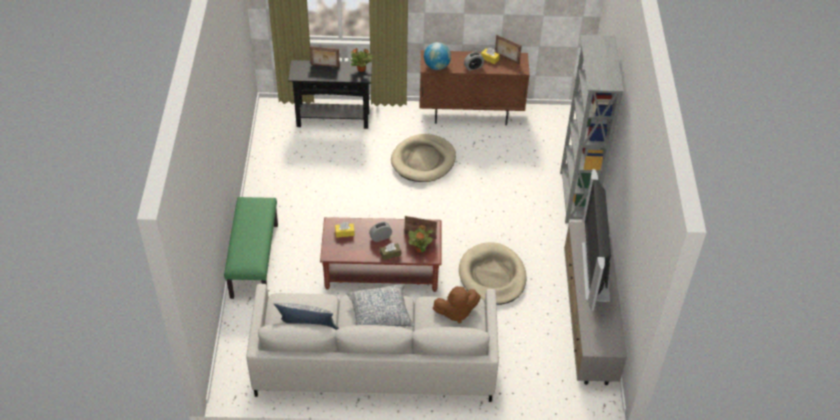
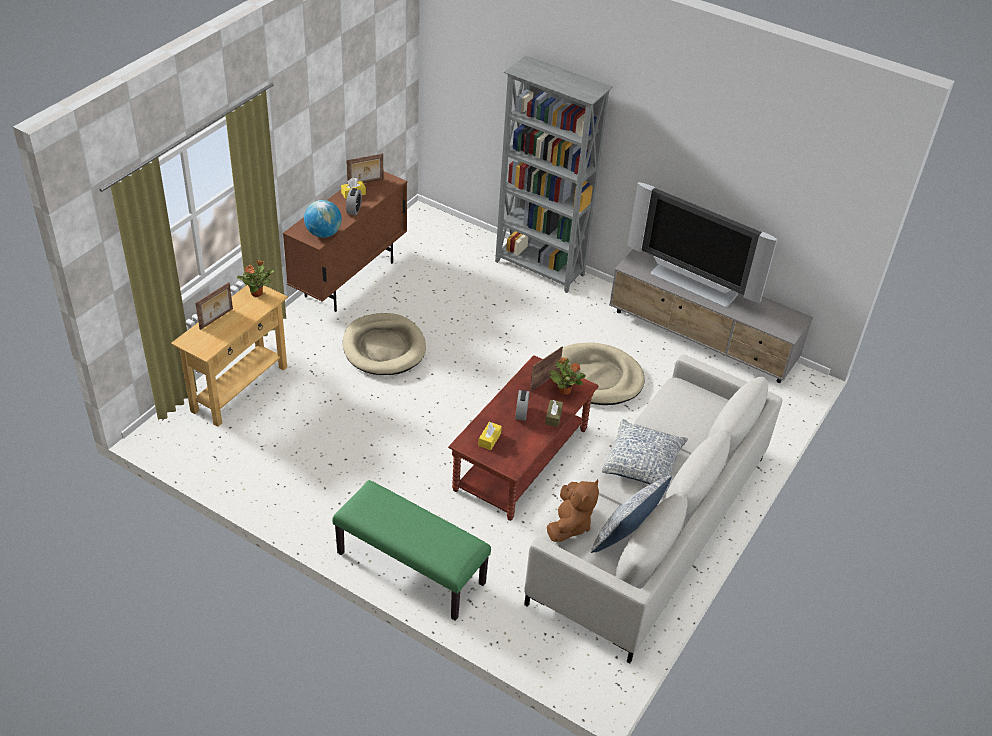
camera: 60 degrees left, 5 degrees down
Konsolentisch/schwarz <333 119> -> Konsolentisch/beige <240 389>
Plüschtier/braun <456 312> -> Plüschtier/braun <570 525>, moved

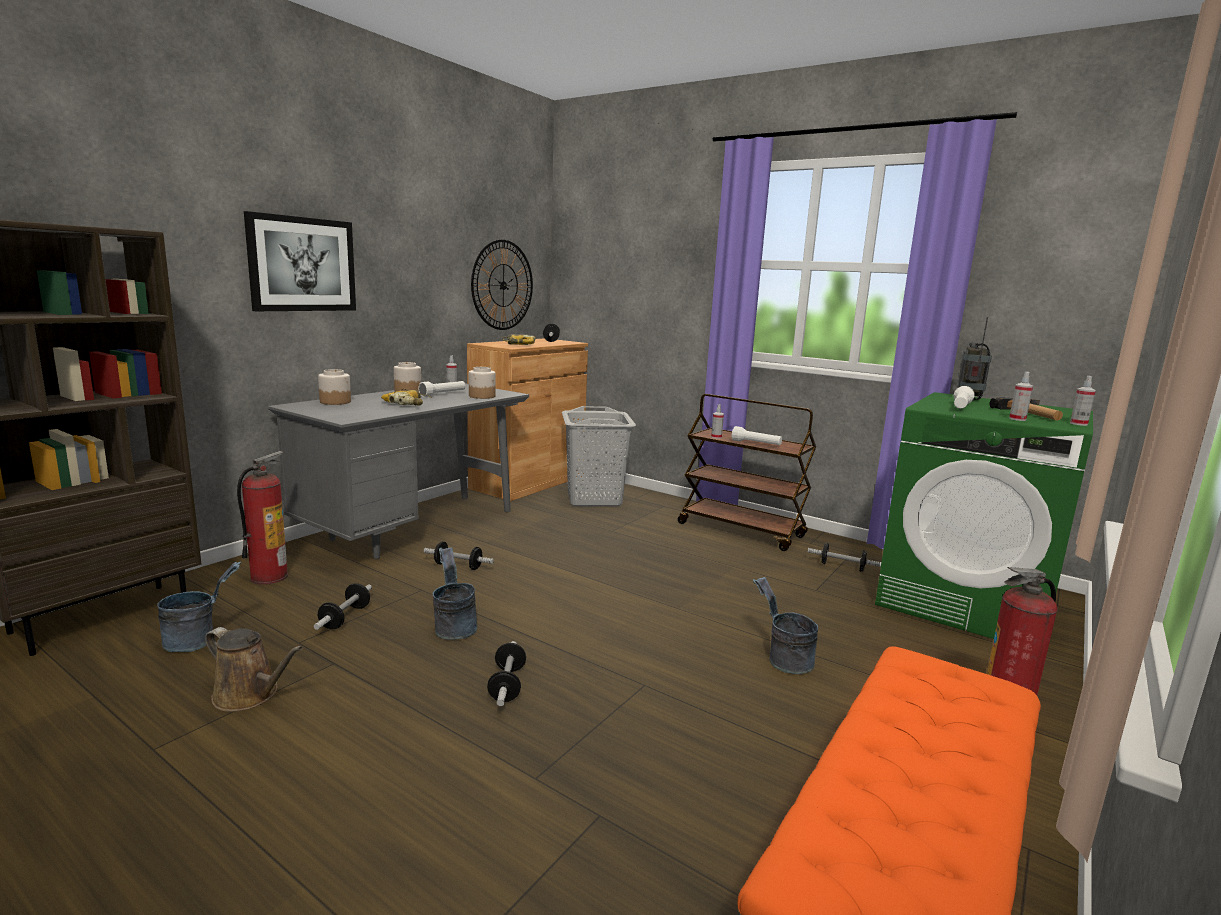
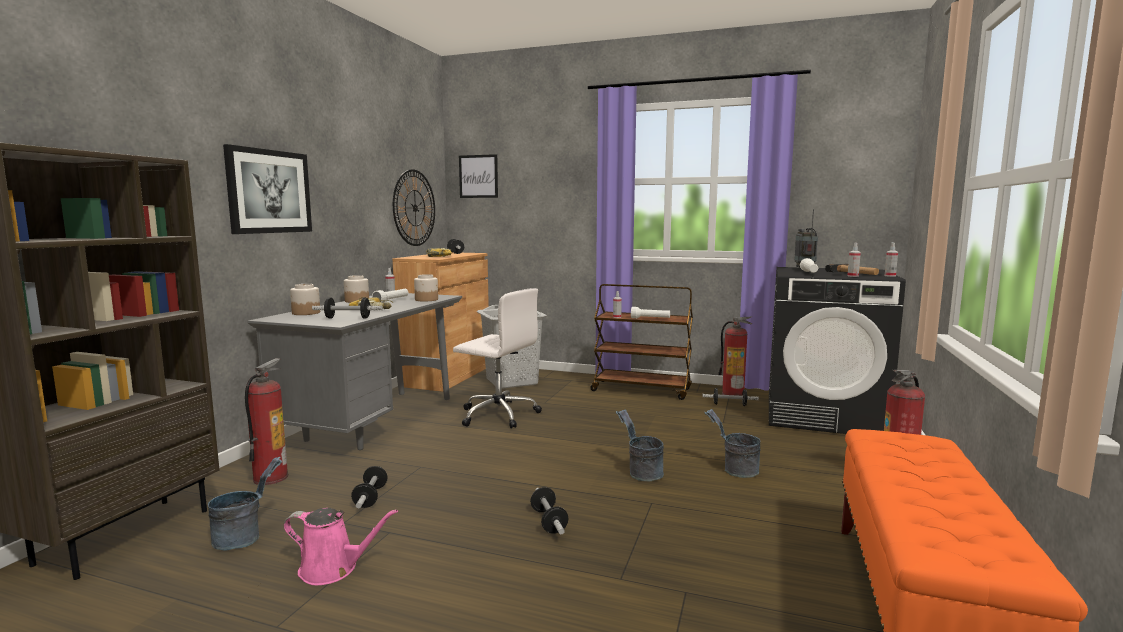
camera: 15 degrees left, 5 degrees down
Waschmaschine/grün <965 602> -> Waschmaschine/schwarz <824 415>
Hantel <458 566> -> Hantel <348 318>, moved
Eimer/grau <454 626> -> Eimer/grau <641 472>, moved
Gießkanne/braun <250 695> -> Gießkanne/rosa <333 569>
none -> Bild <478 176>
none -> Bürostuhl/weiß <497 414>
none -> Feuerlöscher <733 394>

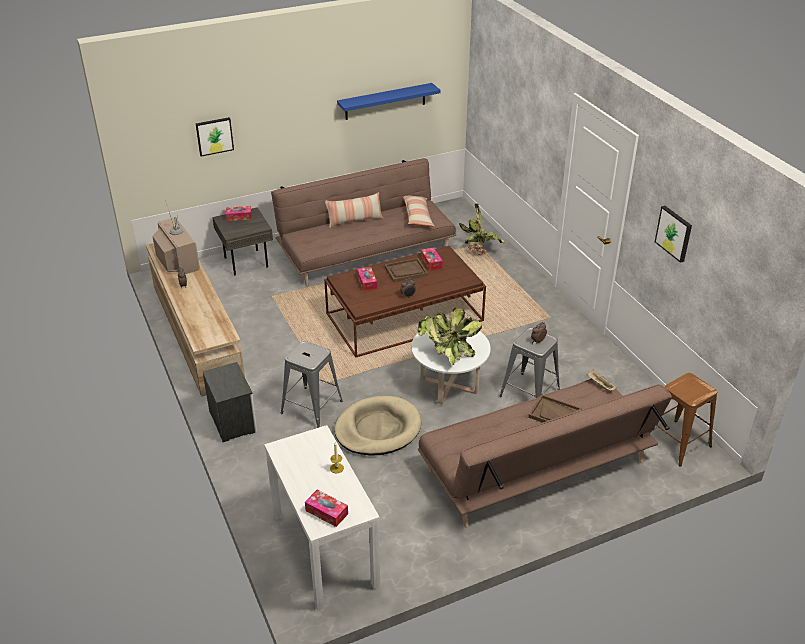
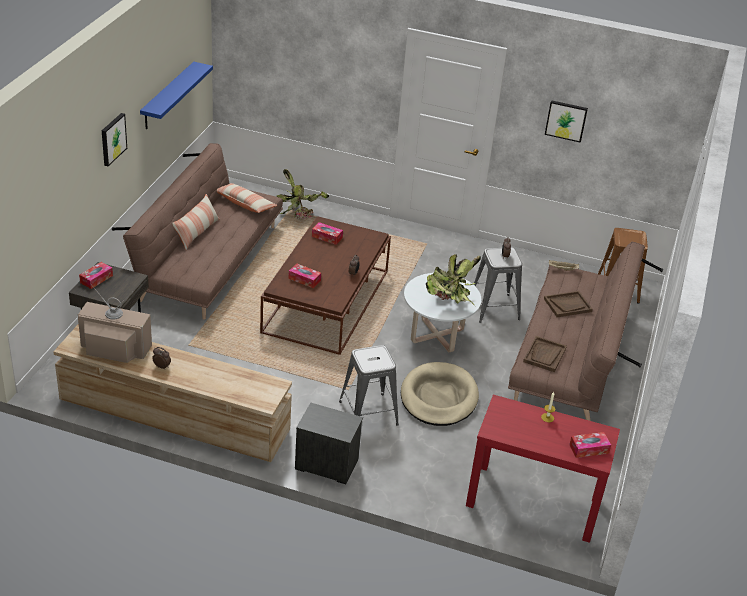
camera: 50 degrees left, 0 degrees up
Bild <214 136> -> Bild <112 139>, moved
Tablett/braun <405 271> -> Tablett/braun <544 355>, moved
Konsolentisch/weiß <324 548> -> Konsolentisch/rot <532 502>

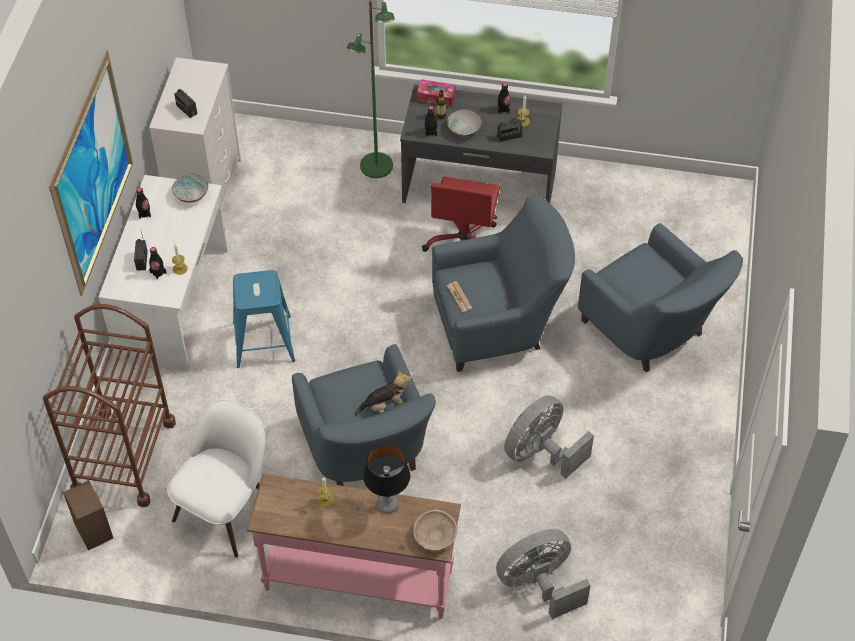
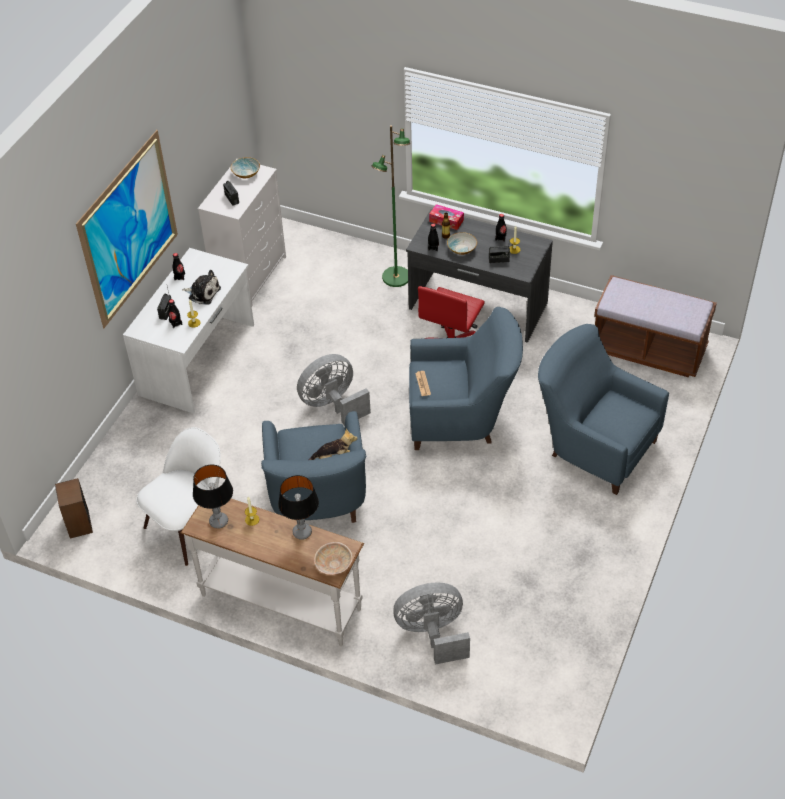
camera: 15 degrees right, 5 degrees down
Schüssel <191 194> -> Schüssel <246 173>, moved
Sessel/blau <652 333> -> Sessel/blau <593 446>, 150 degrees clockwise
Hocker/blau <263 341> -> none
Rollwagen/braun <124 457> -> none
Ventilator/grau <541 453> -> Ventilator/grau <333 405>, moved
Konsolentisch/rosa <359 578> -> Konsolentisch/weiß <281 601>
none -> Plüschtier <203 293>
none -> Bank/braun <648 350>
none -> Tischlampe <219 521>

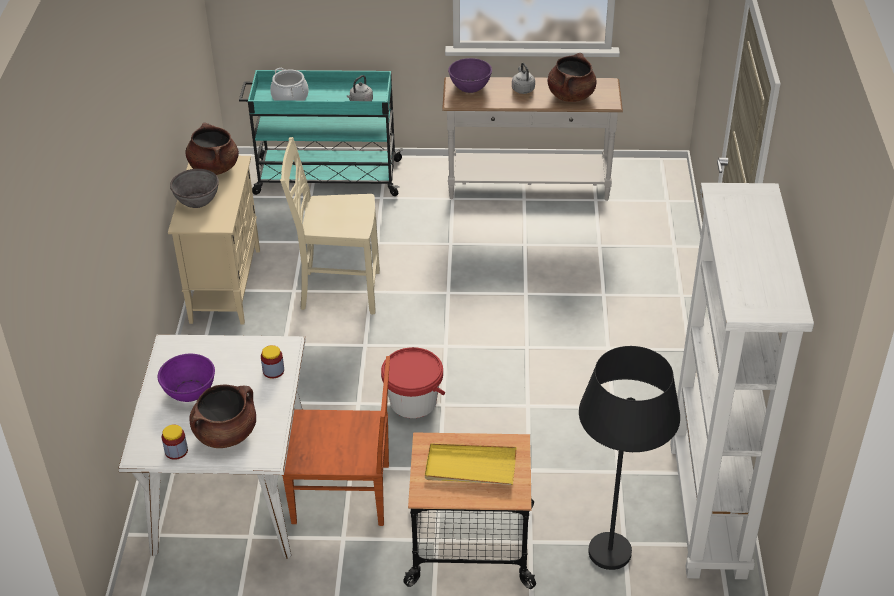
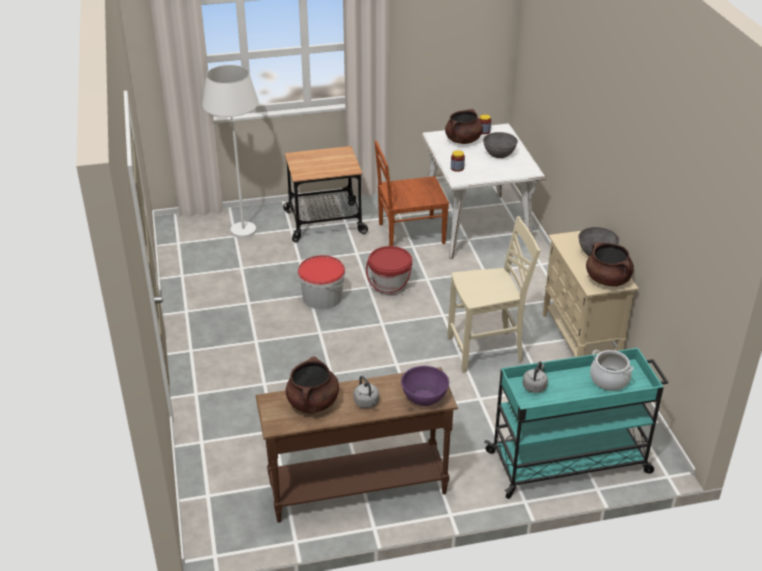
camera: 165 degrees right, 5 degrees down
Konsolentisch/weiß <528 186> -> Konsolentisch/braun <357 487>
Bücherregal/weiß <708 509> -> none
Stehlampe/schwarz <611 572> -> Stehlampe/weiß <241 223>
Schüssel/lila <189 391> -> Schüssel/grau <499 154>
Tablett/gelb <470 467> -> none
none -> Eimer <322 297>

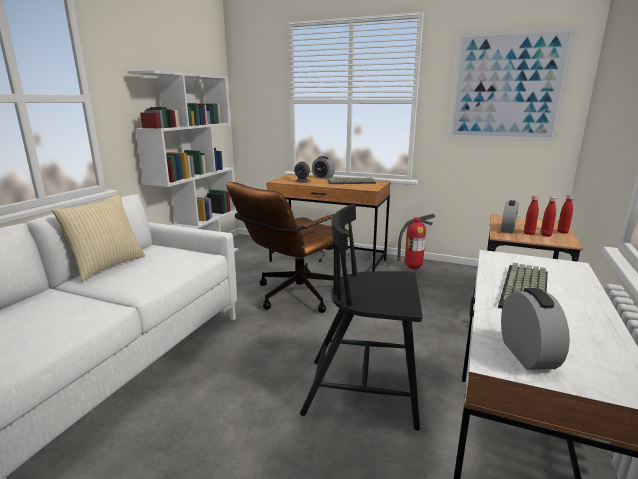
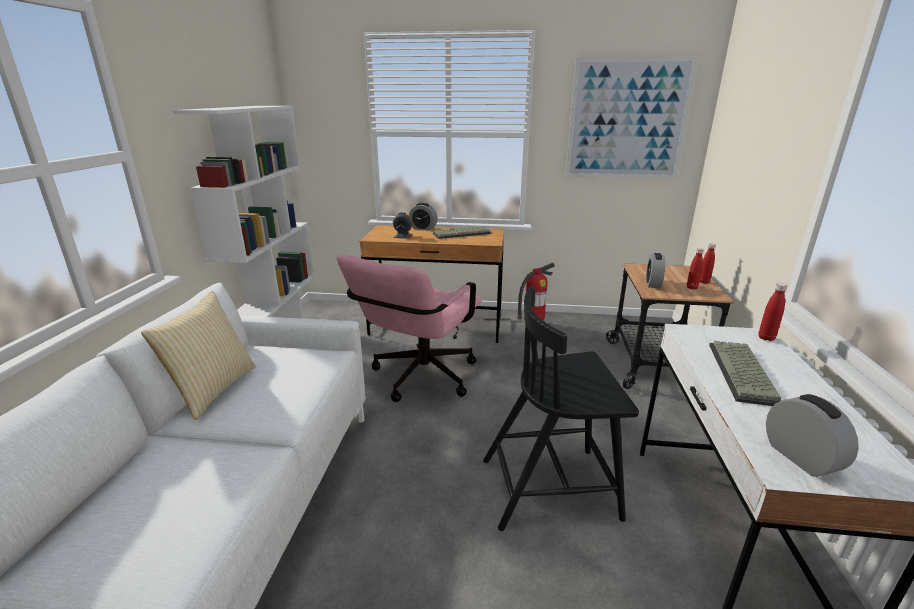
camera: 15 degrees left, 5 degrees up
Bürostuhl/braun <293 296> -> Bürostuhl/rosa <418 379>
Flasche/rot <529 233> -> Flasche/rot <766 338>, moved

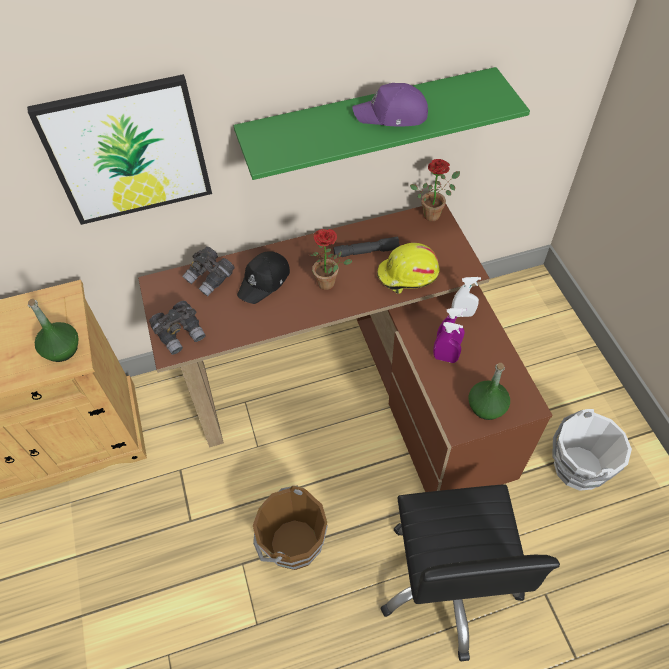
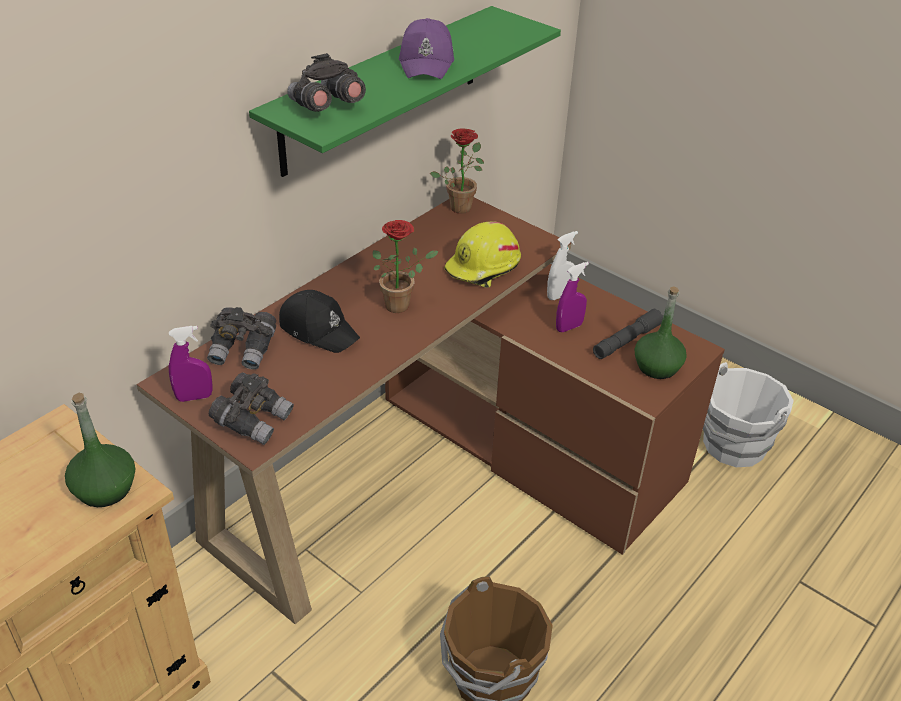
camera: 35 degrees left, 15 degrees down
Bild <128 151> -> none
Kappe/lila <392 115> -> Kappe/lila <427 62>, 60 degrees counterclockwise
Taschenlampe/grau <366 252> -> Taschenlampe/grau <627 340>, moved
Kappe/schwarz <264 281> -> Kappe/schwarz <319 329>, 60 degrees counterclockwise
Sprühflasche/lila <445 358> -> Sprühflasche/lila <194 397>, moved
Bürostuhl/schwarz <449 581> -> none
none -> Fernglas/grau <325 107>

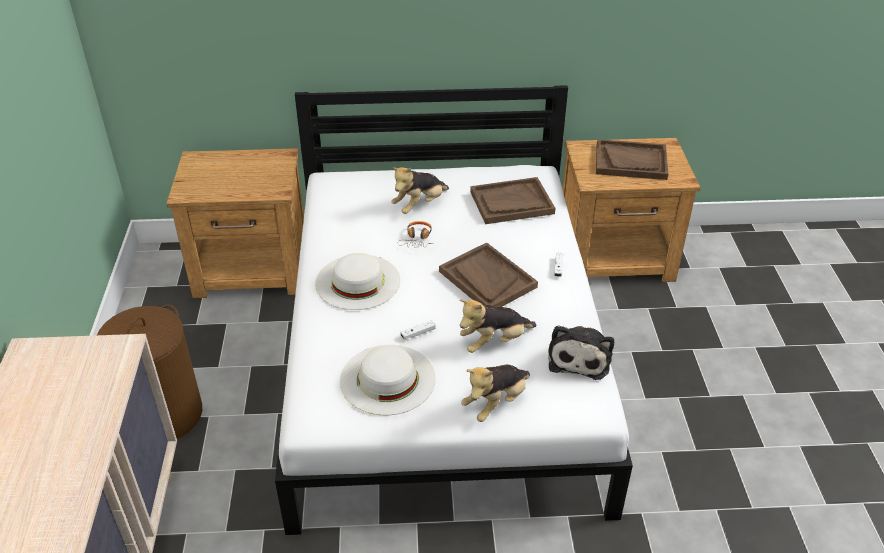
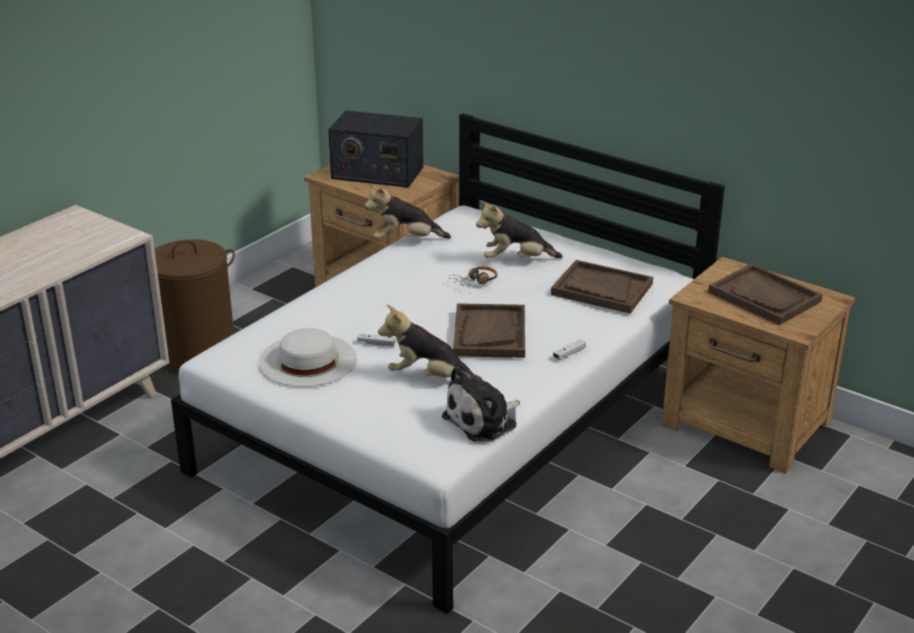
camera: 40 degrees right, 10 degrees down
Hut/weiß <358 281> -> none
Plüschtier <496 403> -> Plüschtier <405 240>, moved
none -> Radio <377 173>

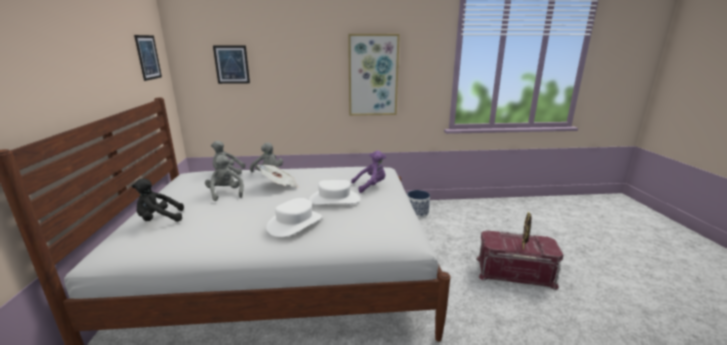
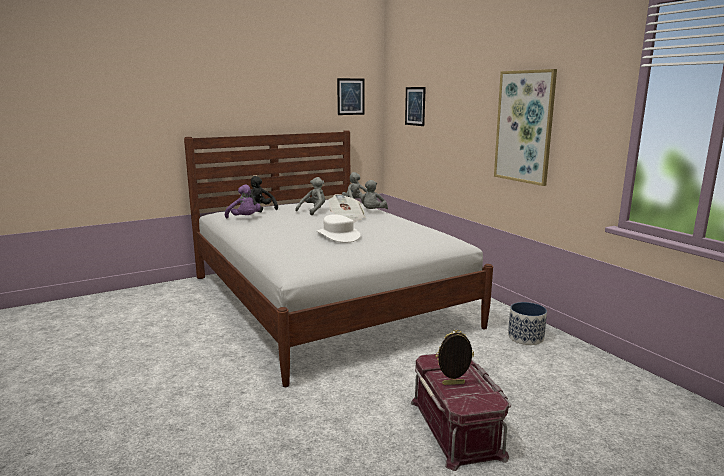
camera: 65 degrees right, 5 degrees down
Plüschtier/lila <371 186> -> Plüschtier/lila <244 219>, moved
Hut/weiß <294 223> -> none

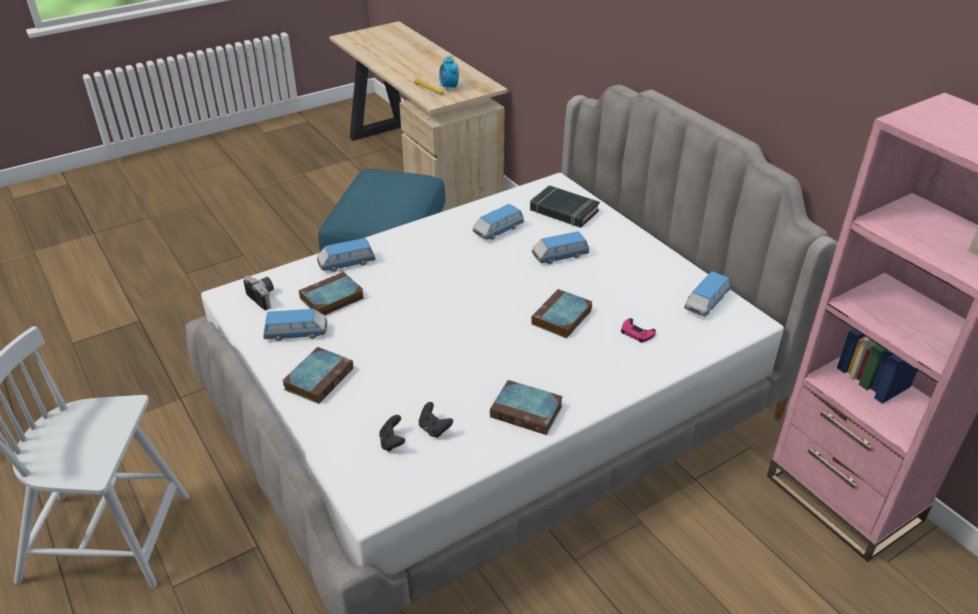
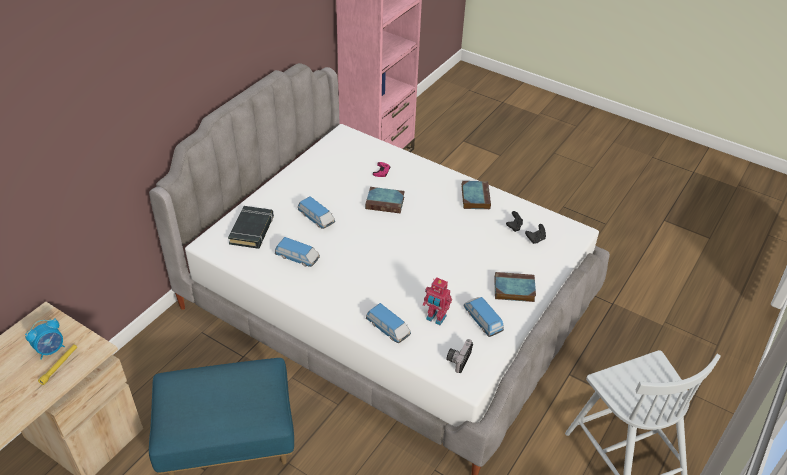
camera: 115 degrees left, 5 degrees up
Spielzeugauto <706 303> -> none
Buch <331 299> -> Spielzeugroboter <435 318>

